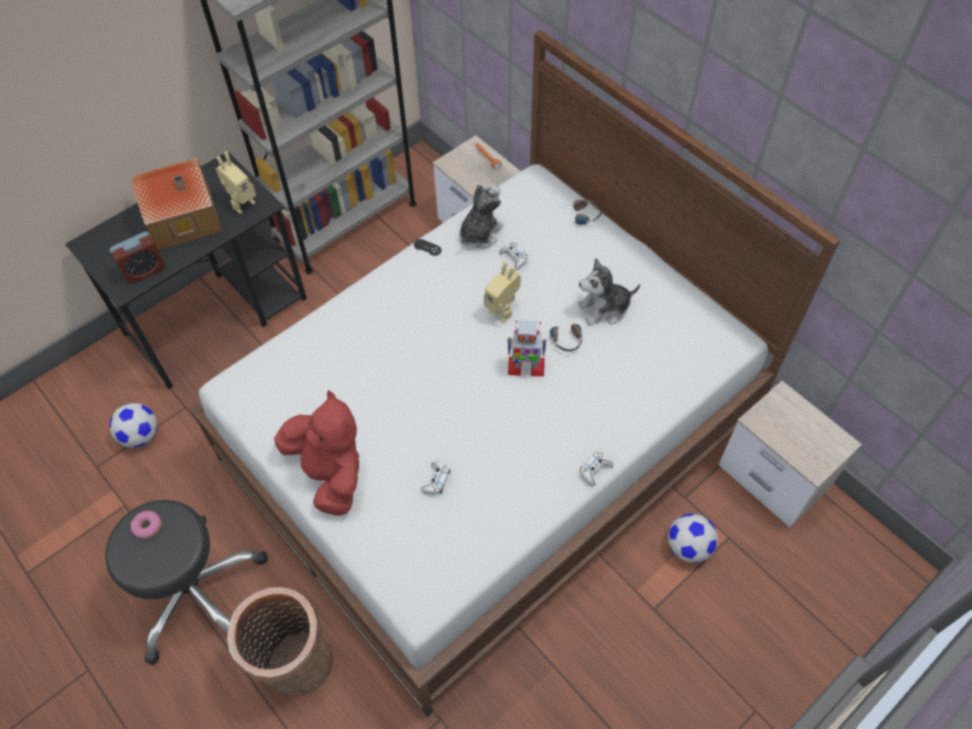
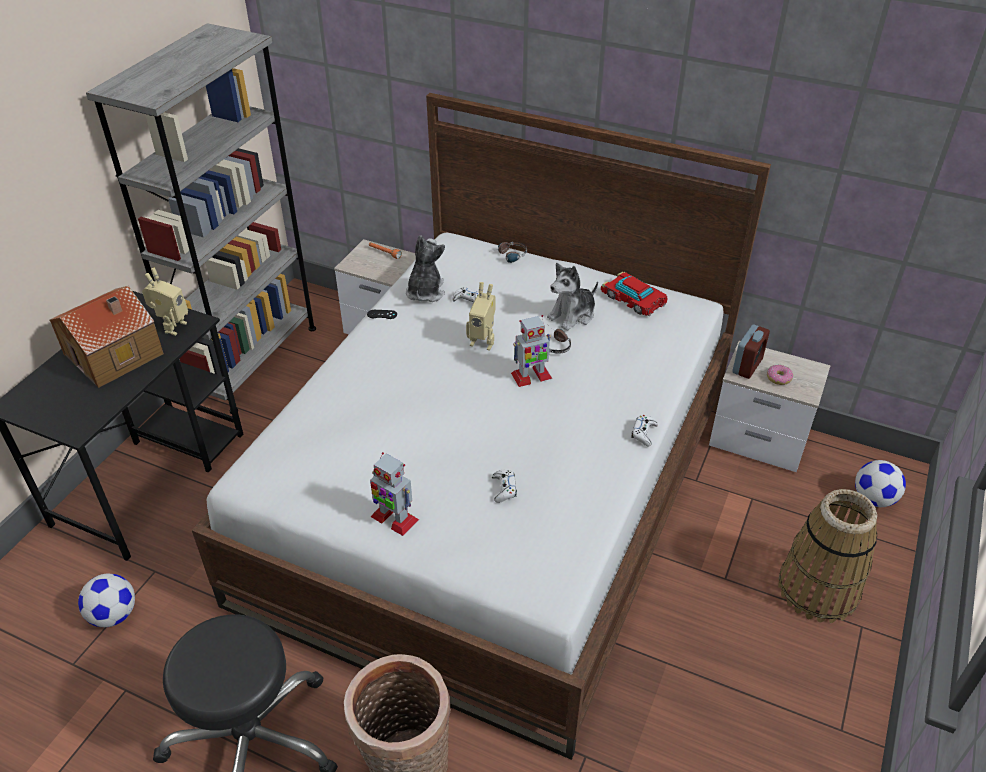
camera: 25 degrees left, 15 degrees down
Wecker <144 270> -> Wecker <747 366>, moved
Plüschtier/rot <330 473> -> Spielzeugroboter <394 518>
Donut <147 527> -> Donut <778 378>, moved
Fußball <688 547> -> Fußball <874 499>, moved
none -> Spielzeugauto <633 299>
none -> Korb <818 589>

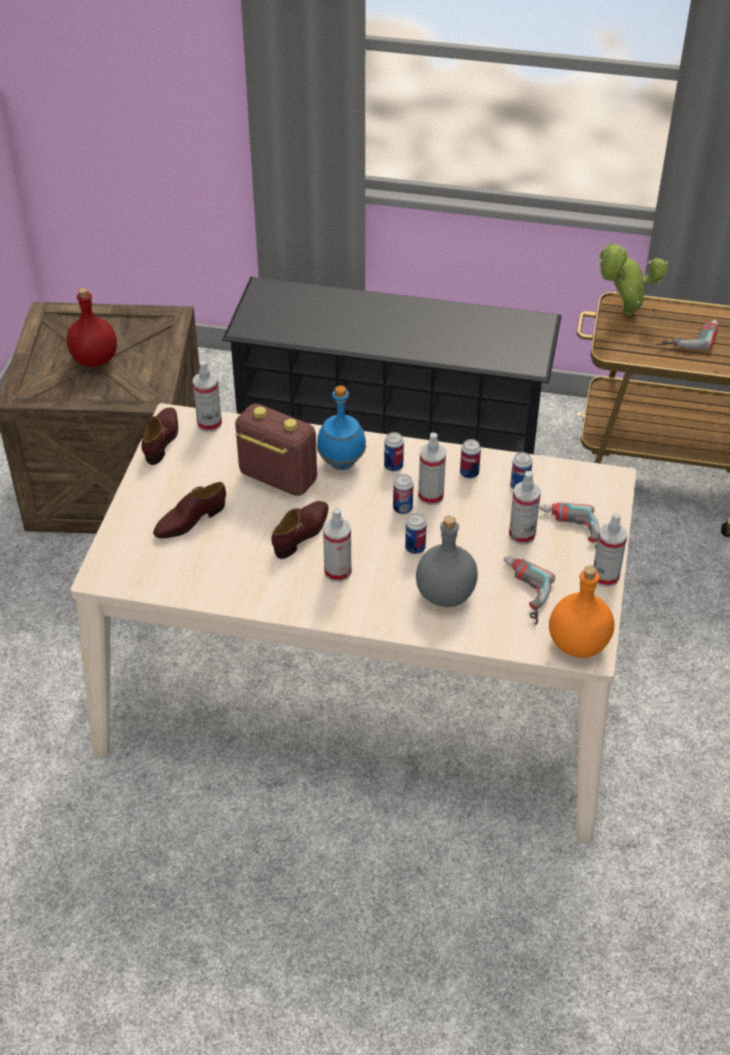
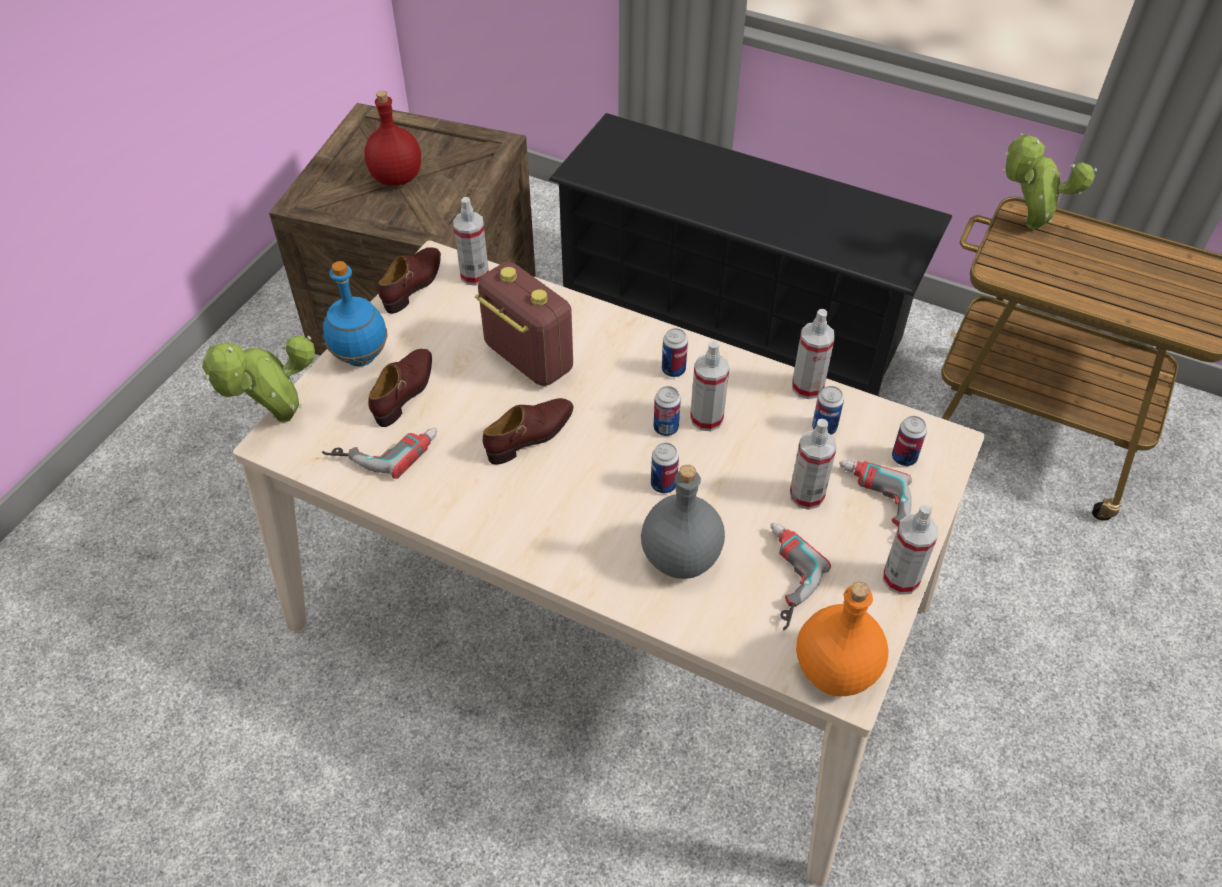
camera: 15 degrees right, 5 degrees up
Bohrmaschine <687 337> -> Bohrmaschine <383 447>, moved
Flasche/blau <342 463> -> Flasche/blau <362 357>, moved
Dose <469 473> -> Dose <904 458>, moved
Schuh/braun <190 520> -> Schuh/braun <405 391>, 135 degrees clockwise
Sprühflasche <337 572> -> Sprühflasche <807 387>, moved
none -> Topfpflanze <279 420>

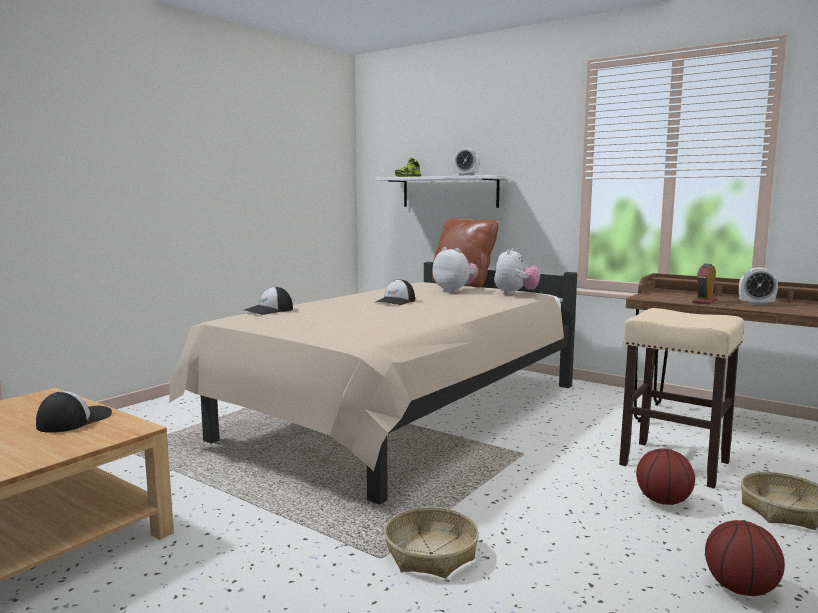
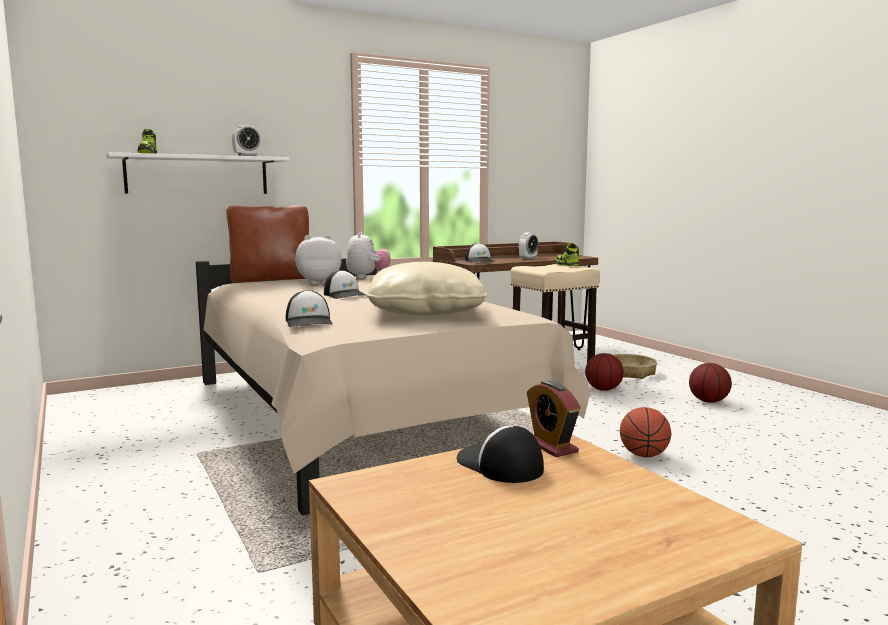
camera: 65 degrees left, 0 degrees up
Plüschtier <515 294> -> Plüschtier <367 277>, 45 degrees clockwise
Wecker <704 301> -> Wecker <551 446>, moved
Korb <430 553> -> Basketball <644 455>
none -> Kappe <480 261>
none -> Schuh <567 265>
none -> Kissen/beige <425 312>

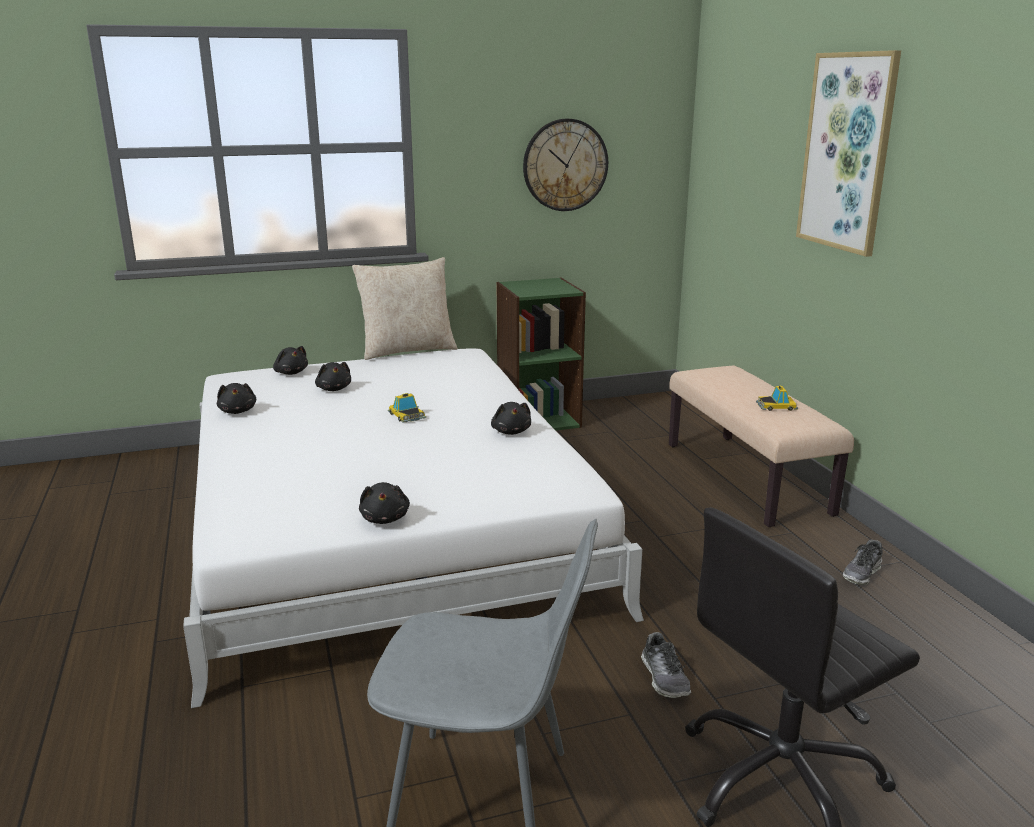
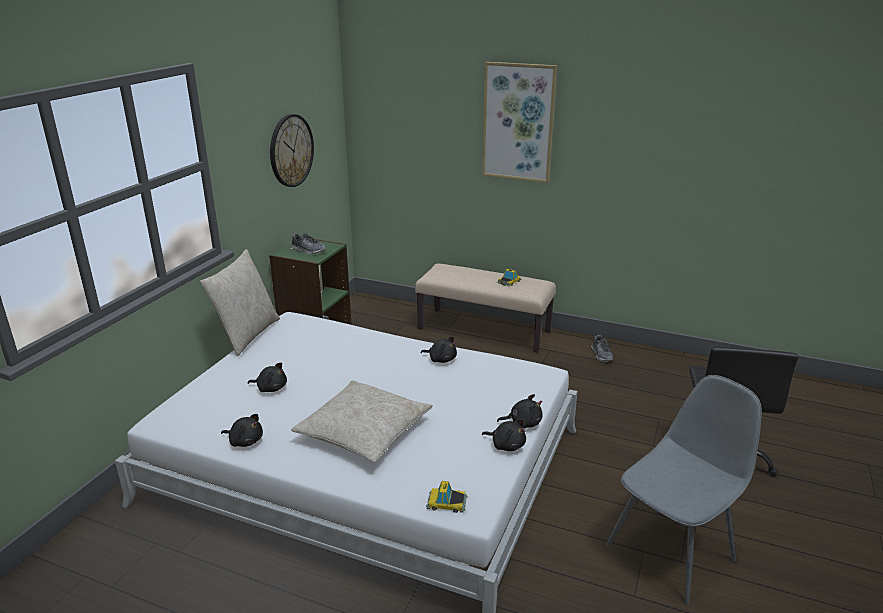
camera: 50 degrees left, 5 degrees up
Plüschtier/schwarz <291 373> -> Plüschtier/schwarz <523 423>, moved
Spielzeugauto <406 415> -> Spielzeugauto <446 502>, moved
Schuh <665 678> -> Schuh <308 250>, moved
none -> Kissen/beige <363 431>

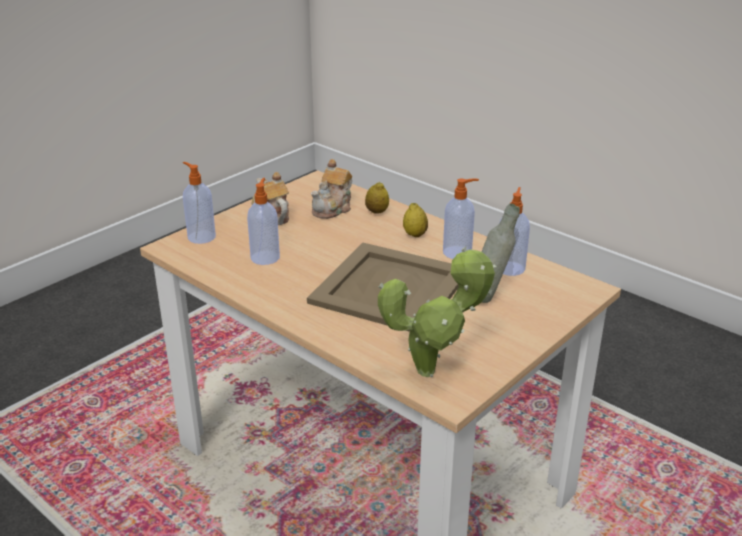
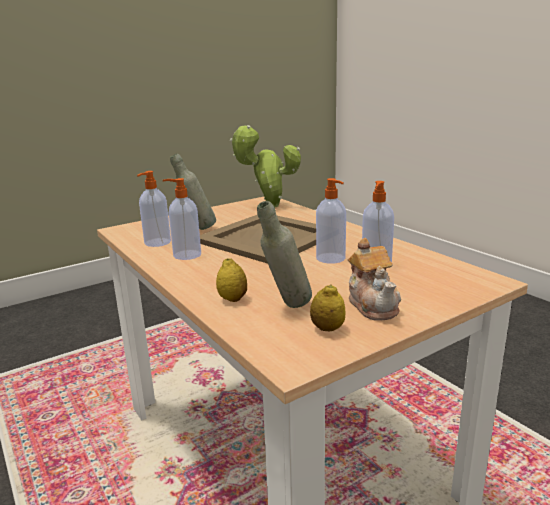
camera: 165 degrees left, 10 degrees down
Teekanne <333 209> -> Flasche/grau <286 308>
Seifenspender <201 237> -> Seifenspender <331 259>, moved
Zitrone <415 235> -> Zitrone <327 329>, moved

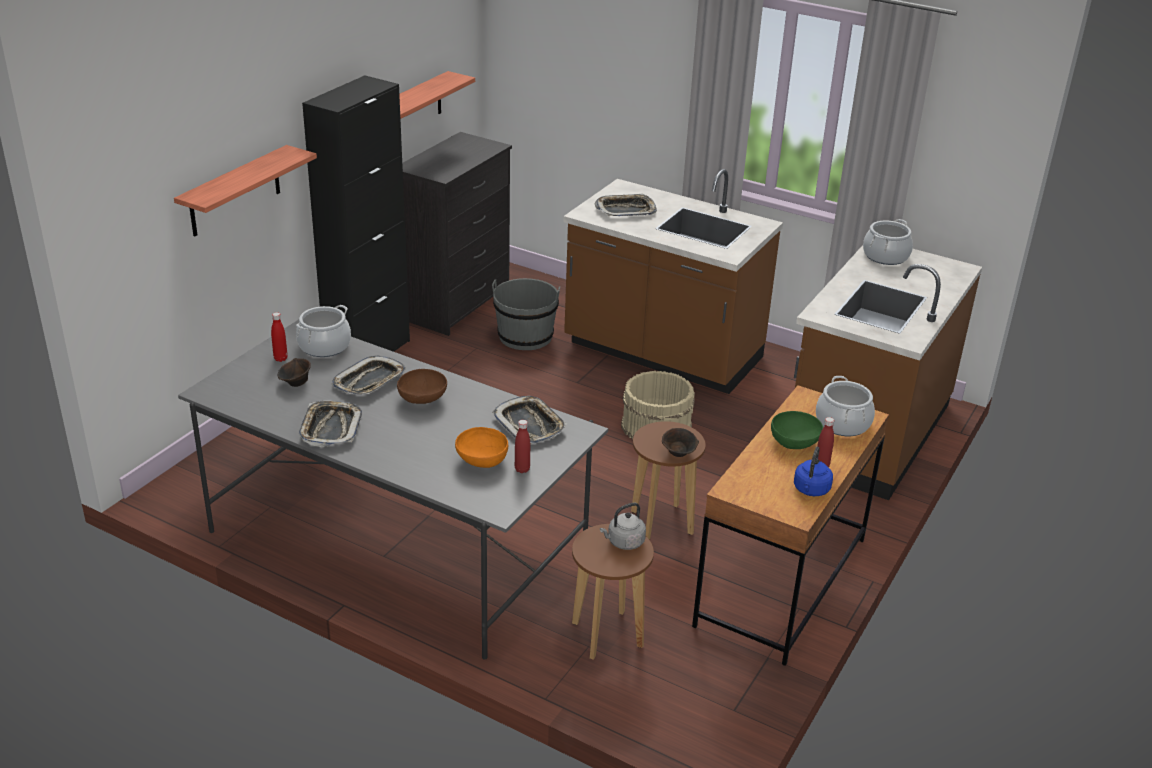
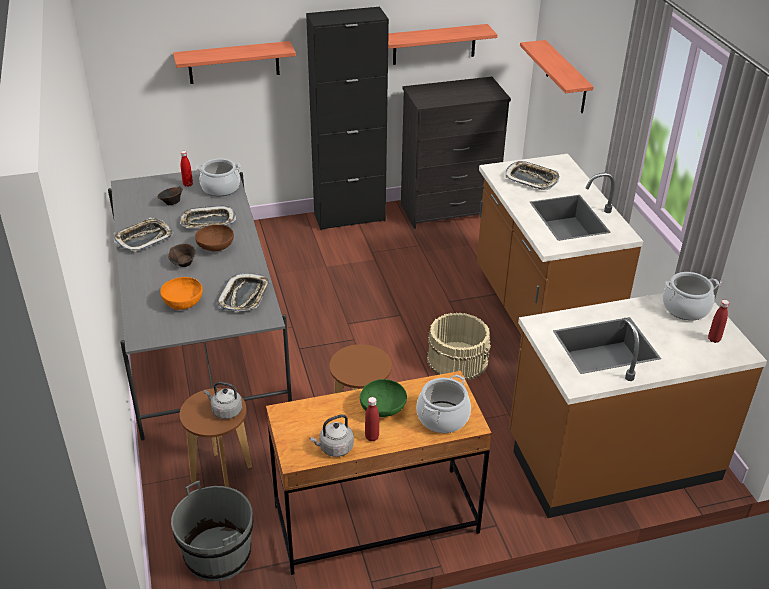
camera: 45 degrees right, 5 degrees up
Eimer/grau <525 337> -> Eimer/grau <218 555>, moved
Flasche/rot <522 469> -> Flasche/rot <714 339>, moved
Schüssel/braun <679 453> -> Schüssel/braun <184 264>, moved
Wasserkessel/blau <811 490> -> Wasserkessel/grau <334 448>
none -> Wandregal <566 78>

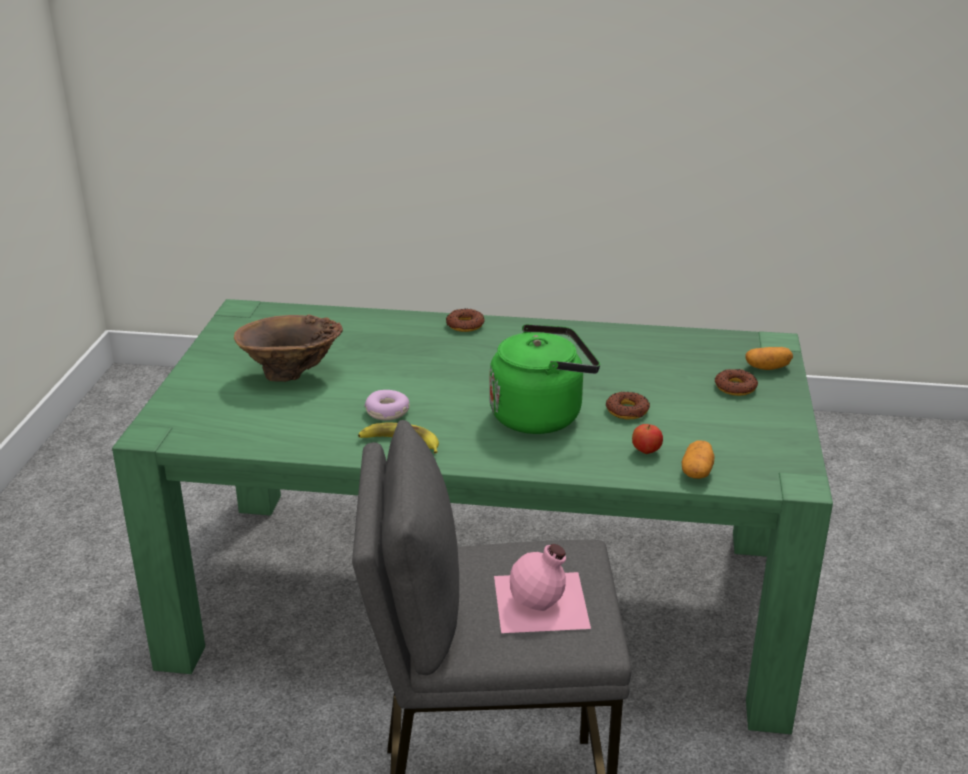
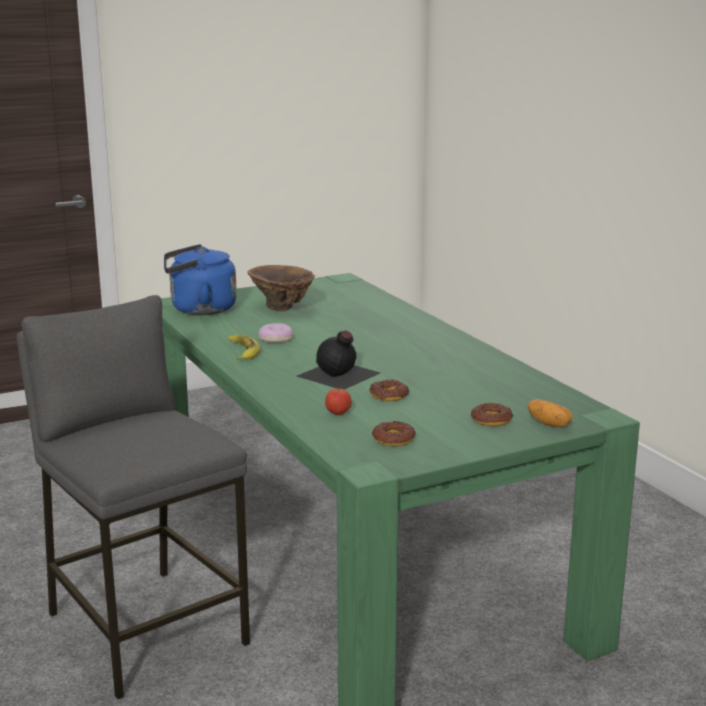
camera: 55 degrees right, 10 degrees down
Donut <465 325> -> Donut <393 439>, moved
Wasserkessel/grün <541 415> -> Flasche/schwarz <338 375>
Kartoffel <697 471> -> none
Flasche/rosa <542 602> -> none
none -> Wasserkessel/blau <199 309>

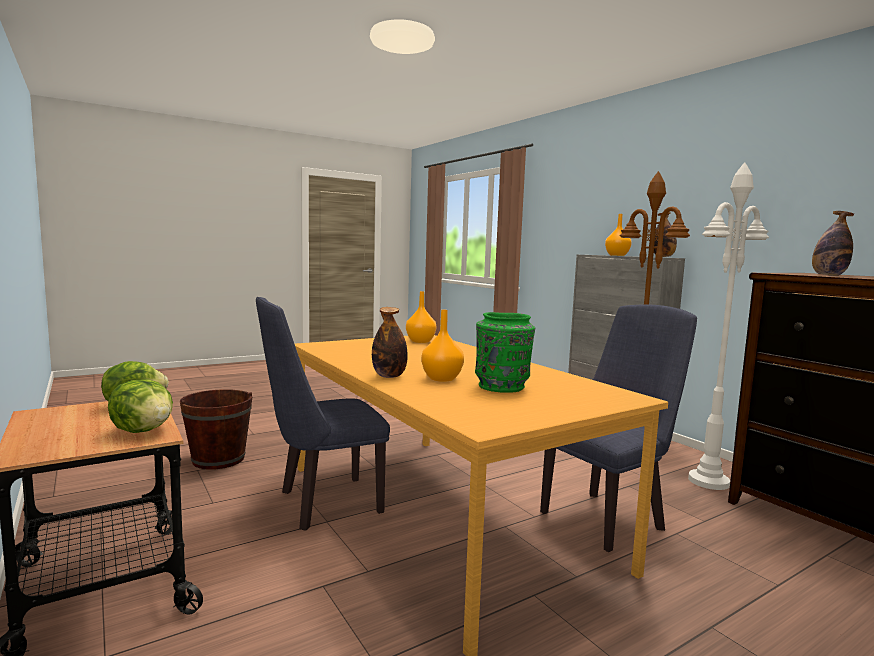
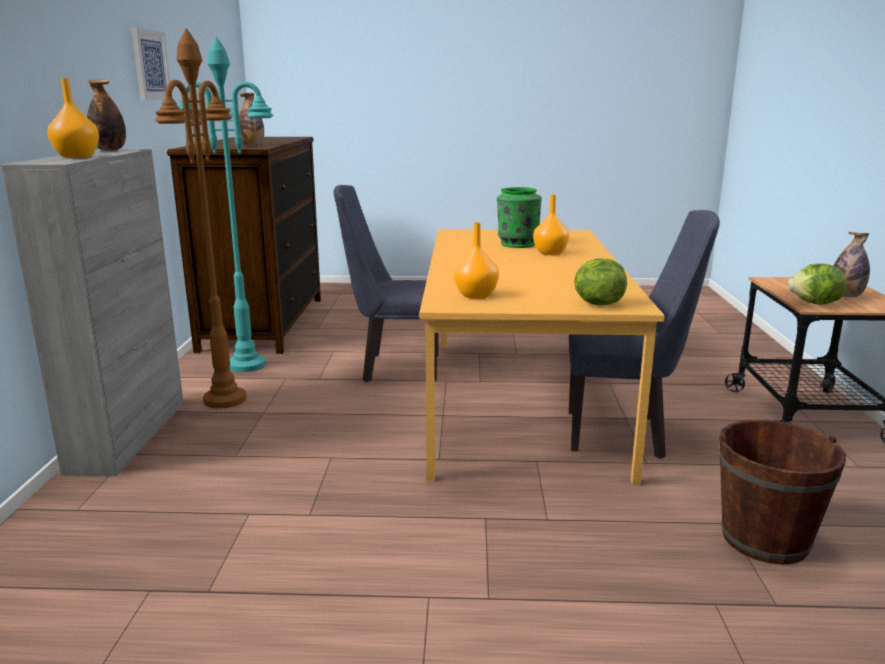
camera: 145 degrees left, 10 degrees up
Stehlampe/weiß <708 481> -> Stehlampe/türkis <247 365>
Flasche <389 376> -> Flasche <845 296>, moved
Salatkopf <144 430> -> Salatkopf <597 304>, moved
none -> Bild <150 65>

